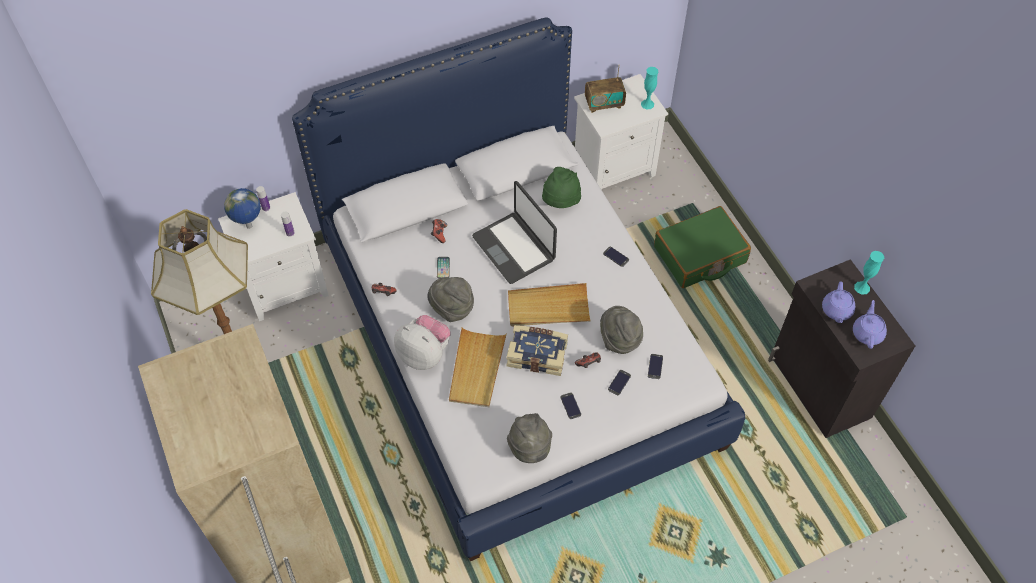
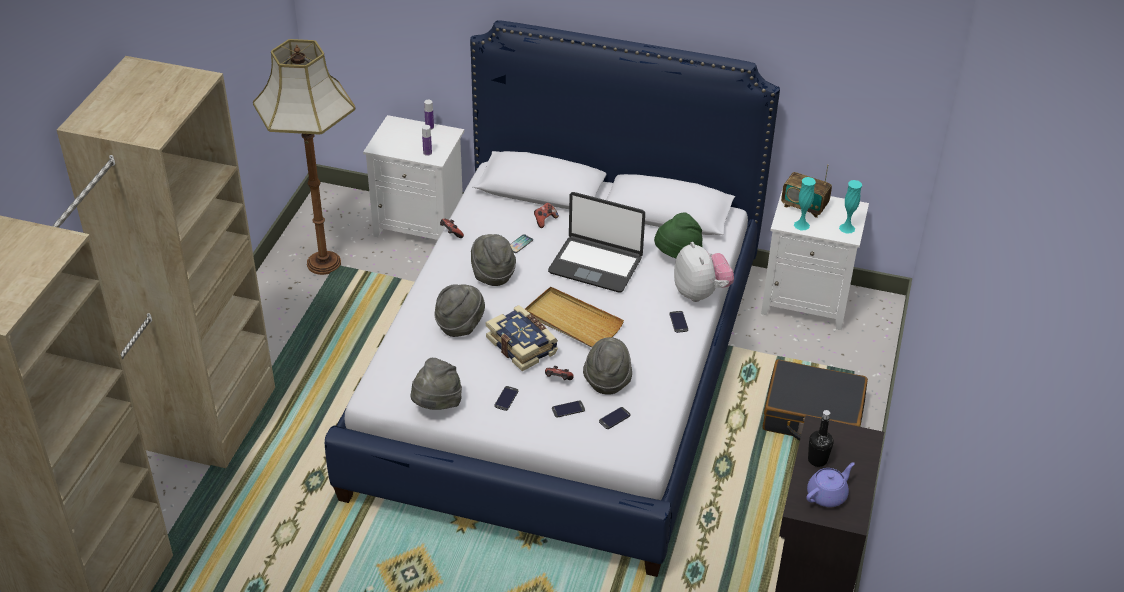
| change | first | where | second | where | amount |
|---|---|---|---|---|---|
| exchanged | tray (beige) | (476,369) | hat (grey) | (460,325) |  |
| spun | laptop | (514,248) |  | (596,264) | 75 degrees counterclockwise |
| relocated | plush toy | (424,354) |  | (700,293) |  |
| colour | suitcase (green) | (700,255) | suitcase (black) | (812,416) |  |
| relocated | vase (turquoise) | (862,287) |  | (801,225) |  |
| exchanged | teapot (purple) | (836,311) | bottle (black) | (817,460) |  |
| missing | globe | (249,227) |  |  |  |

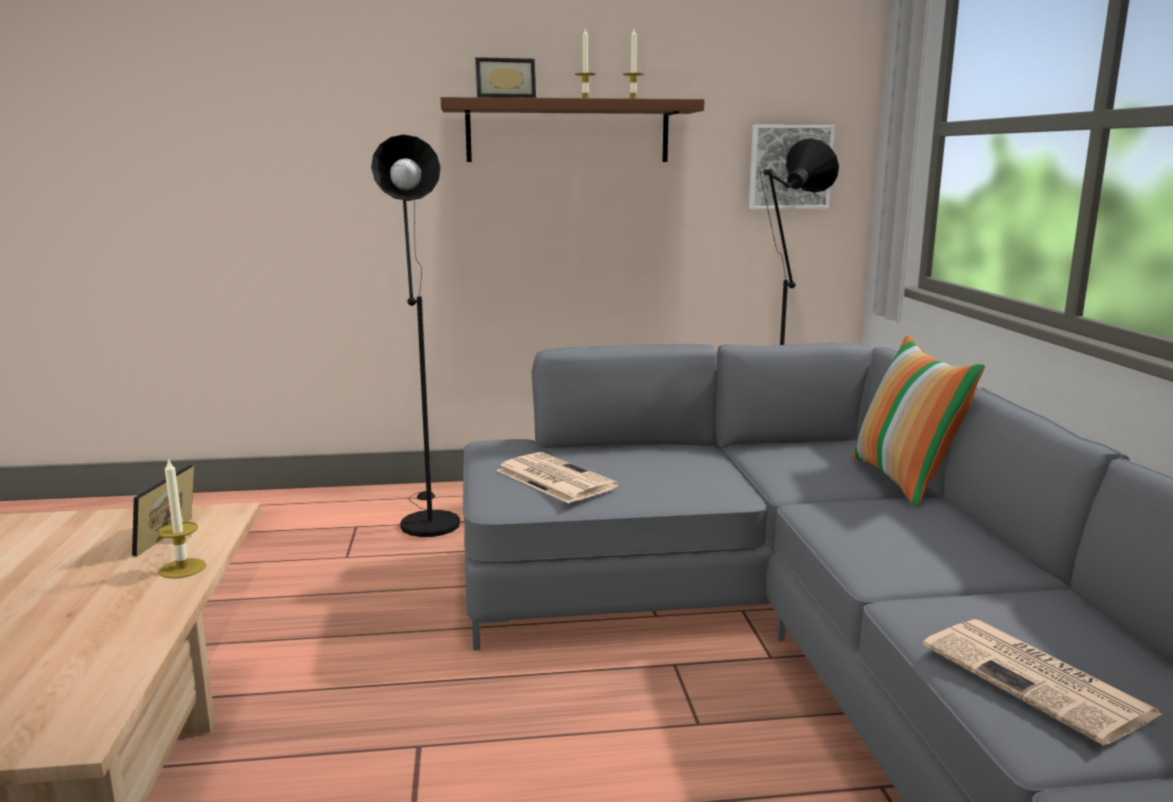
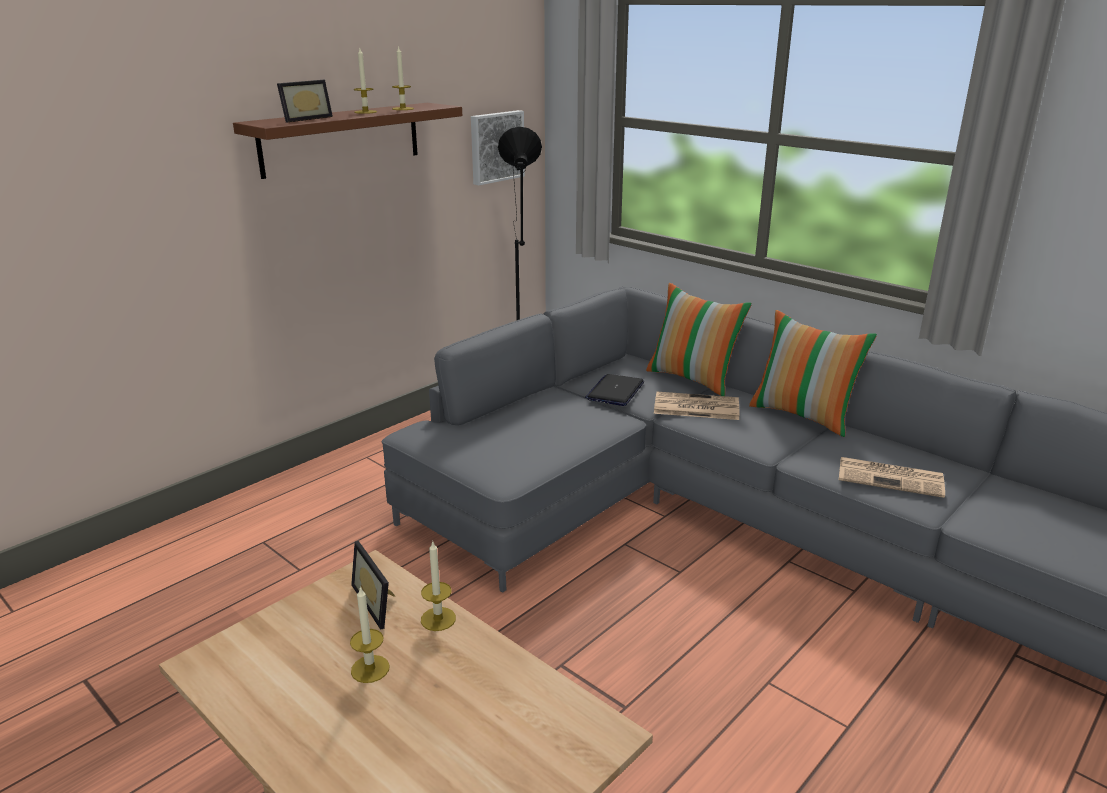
| change | first | where | second | where | amount |
|---|---|---|---|---|---|
| appeared |  |  | candle | (370,669) |  |
| appeared |  |  | laptop | (615,391) |  |
| relocated | newspaper | (553,478) |  | (695,407) |  |
| appeared |  |  | pillow | (803,415) |  |
| missing | floor lamp (black) | (427,520) |  |  |  |

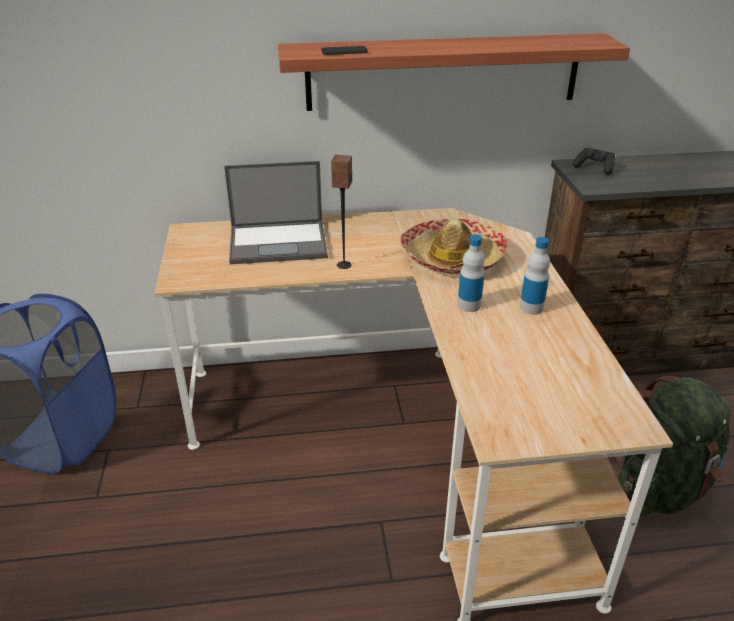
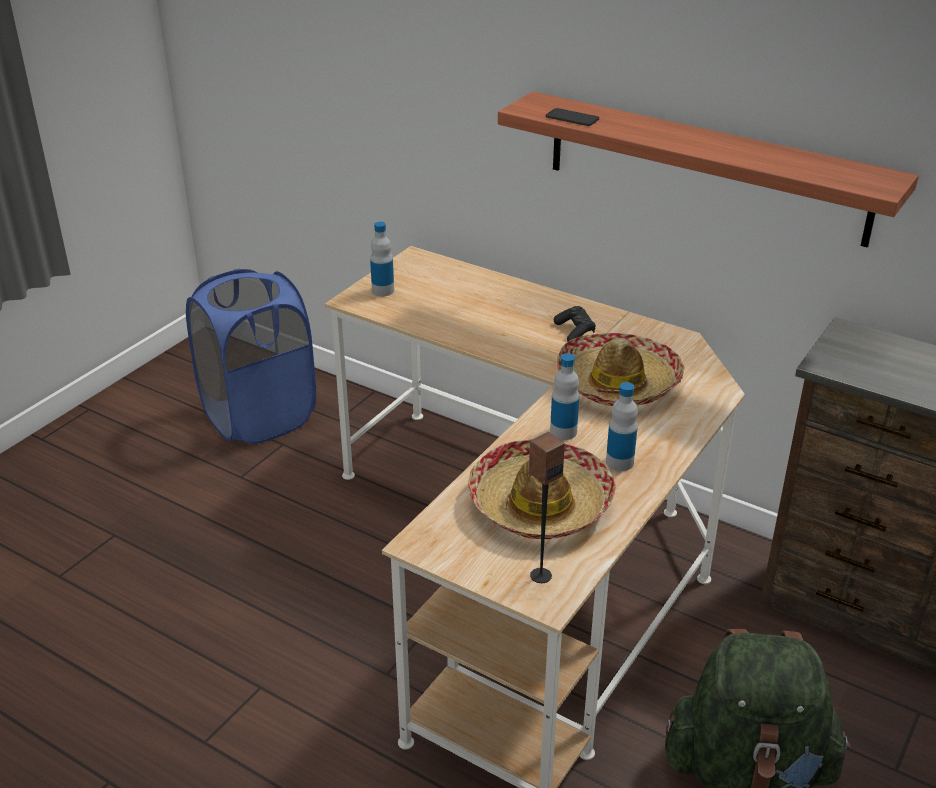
| change | first | where | second | where | amount |
|---|---|---|---|---|---|
| appeared |  |  | bottle | (383,290) |  |
| appeared |  |  | hat | (540,503) |  |
| relocated | speaker | (343,265) |  | (540,575) |  |
| relocated | game controller (black) | (594,167) |  | (575,332) |  |
| missing | laptop | (279,242) |  |  |  |

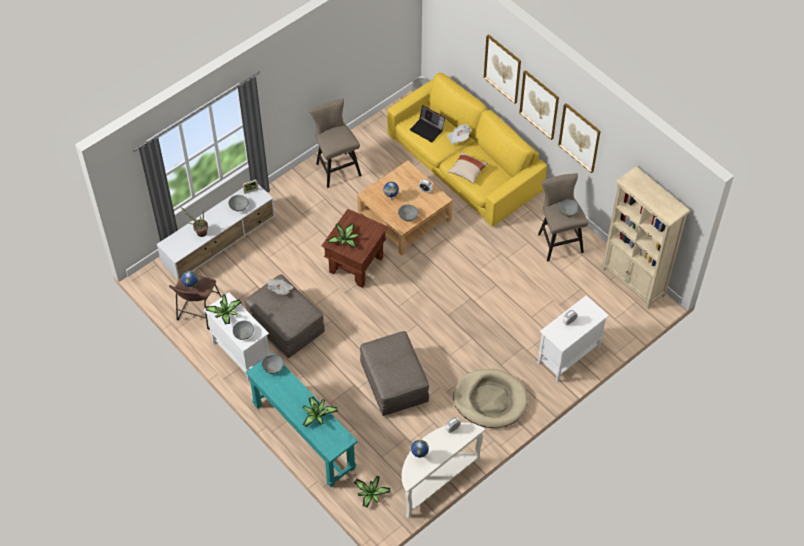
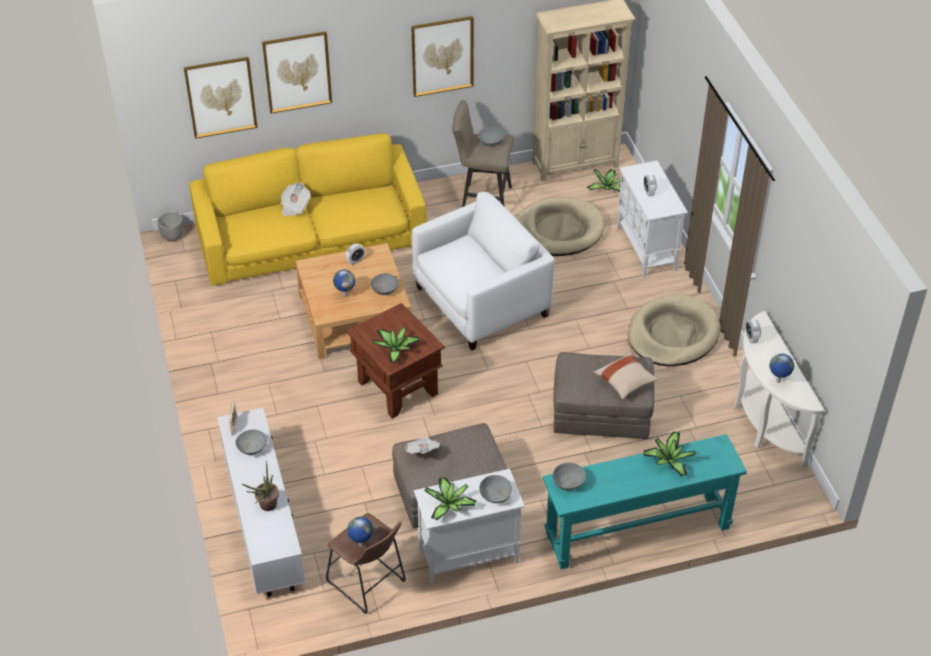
| change | first | where | second | where | amount |
|---|---|---|---|---|---|
| relocated | picture | (539,104) |  | (221,97) |  |
| appeared |  |  | armchair (white) | (481,302) |  |
| appeared |  |  | dog bed (beige) | (558,230) |  |
| relocated | potted plant | (371,494) |  | (607,188) |  |
| relocated | pillow (beige) | (467,171) |  | (625,382) |  |
| missing | stool (beige) | (336,167) |  |  |  |
| missing | laptop | (427,129) |  |  |  |

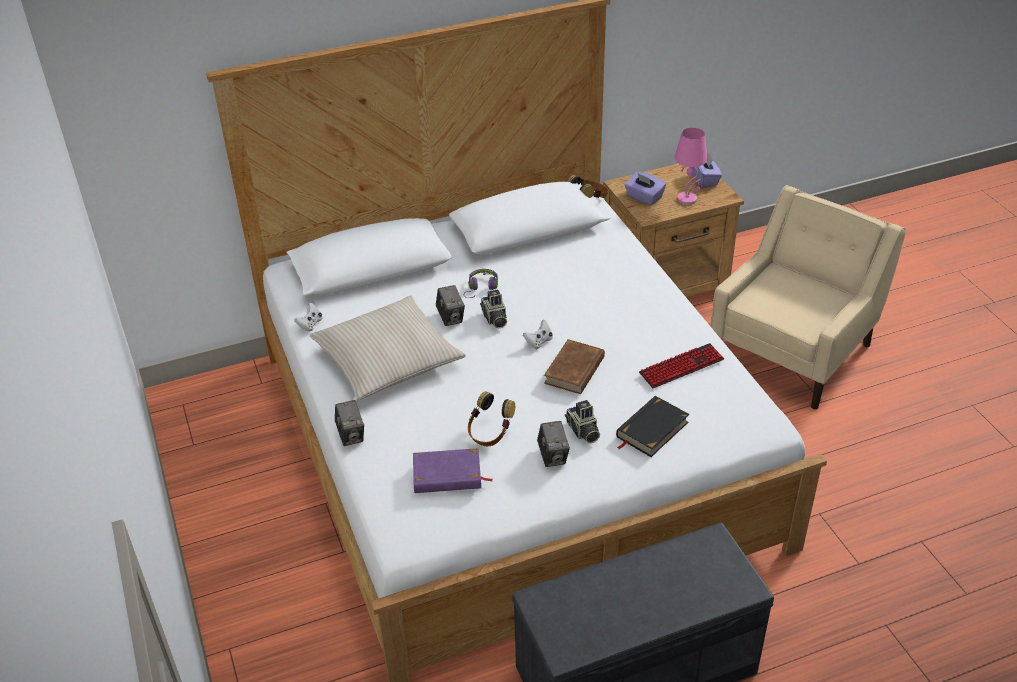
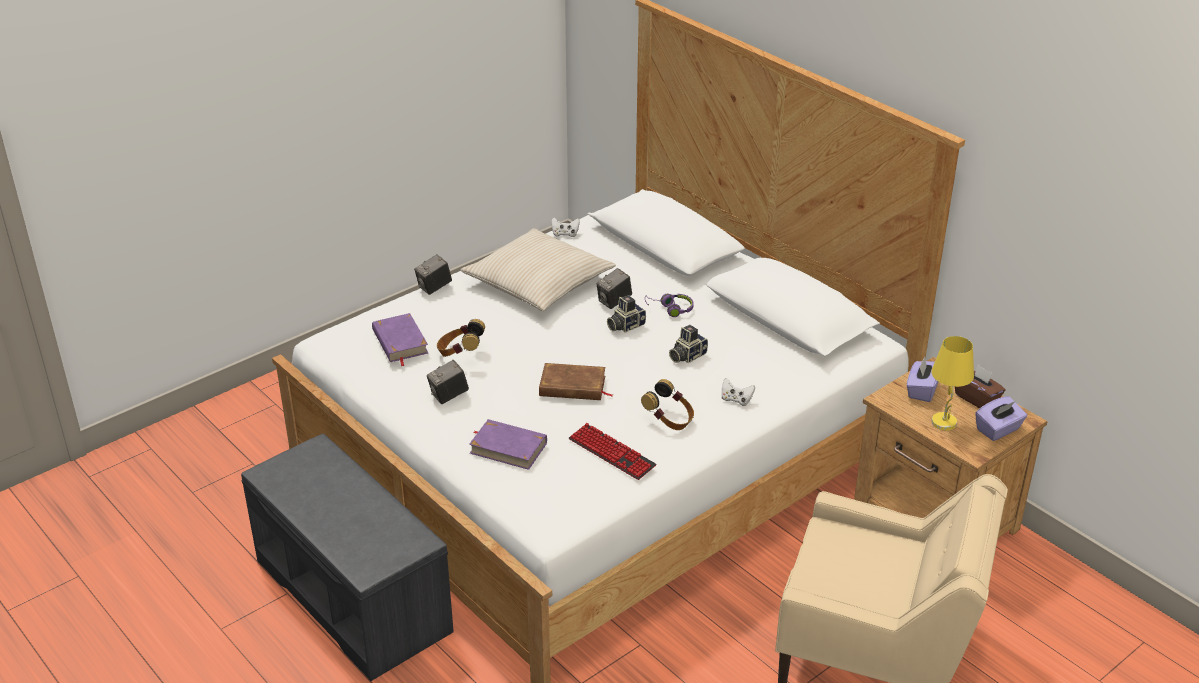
| change | first | where | second | where | amount |
|---|---|---|---|---|---|
| colour | book (black) | (651,429) | book (purple) | (508,448) |  |
| relocated | headphones | (589,199) |  | (669,420) |  |
| relocated | photo camera | (582,431) |  | (686,356) |  |
| relocated | game controller (white) | (539,342) |  | (736,400) |  |
| colour | table lamp (pink) | (687,199) | table lamp (yellow) | (944,423) |  |
| appeared |  |  | tissue box (brown) | (976,398) |  |

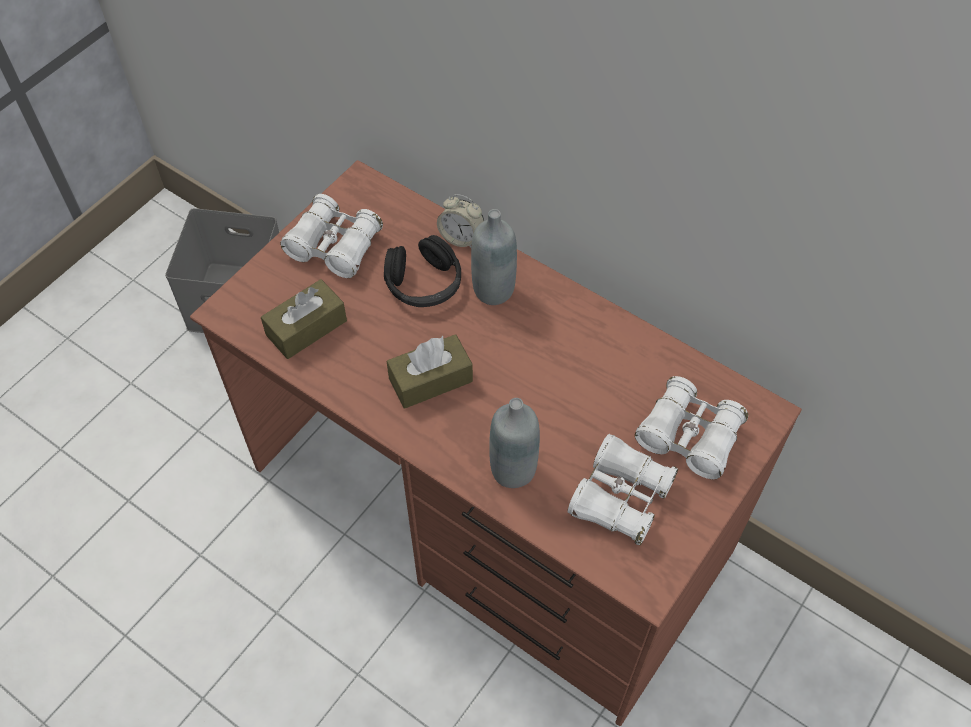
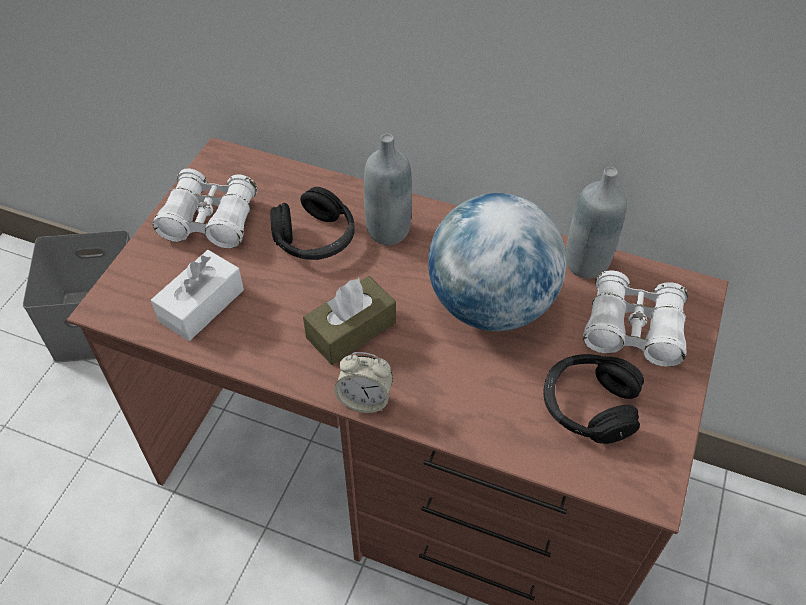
| change | first | where | second | where | amount |
|---|---|---|---|---|---|
| colour | tissue box (brown) | (306,328) | tissue box (white) | (201,305) |  |
| relocated | alarm clock | (461,237) |  | (365,399) |  |
| appeared |  |  | globe | (490,305) |  |
| exchanged | binoculars (white) | (620,497) | headphones (black) | (588,405) |  |
| relocated | bottle (grey) | (513,470) |  | (586,263) |  |

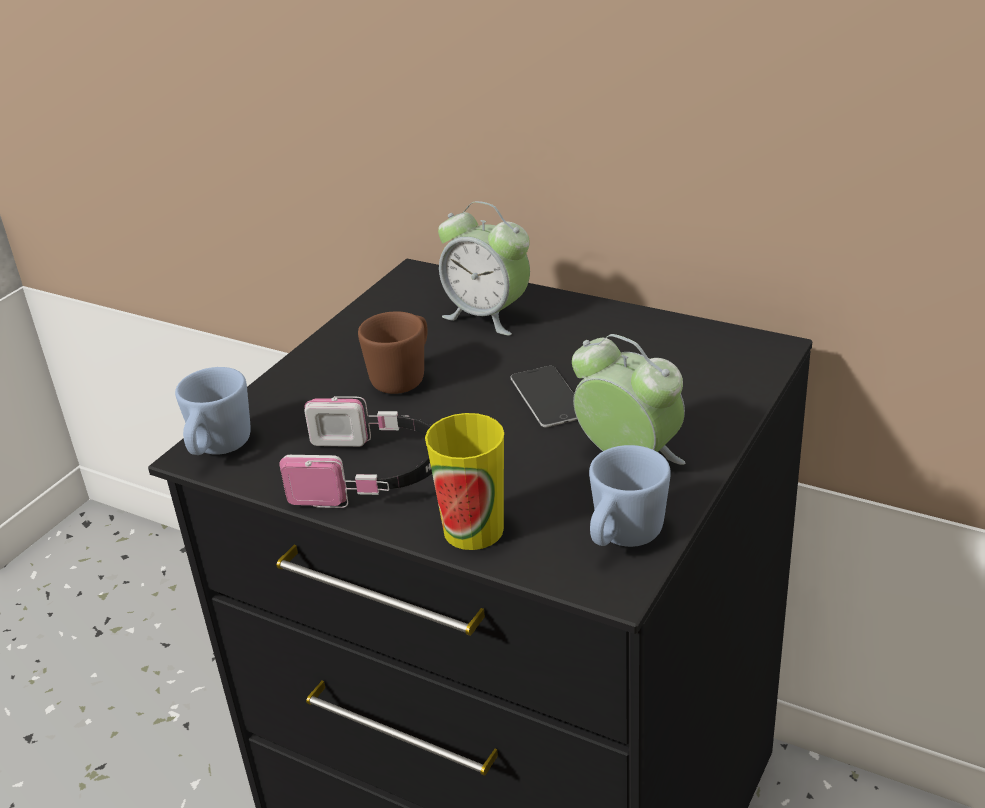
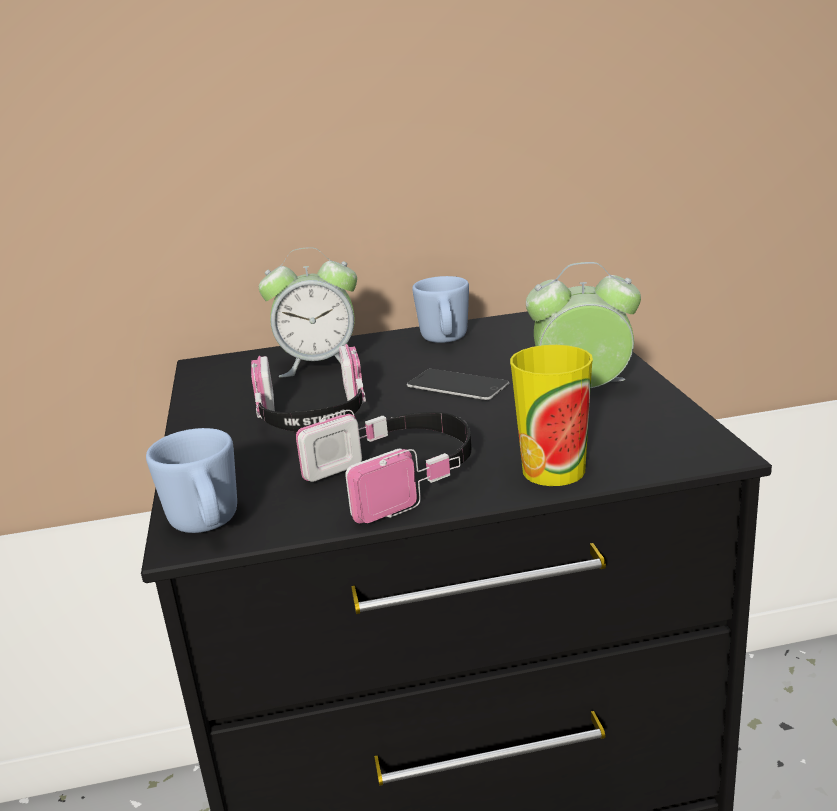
| change | first | where | second | where | amount |
|---|---|---|---|---|---|
| exchanged | mug (brown) | (404,377) | headphones | (313,417) |  |
| relocated | mug (blue) | (622,538) |  | (445,340) |  |

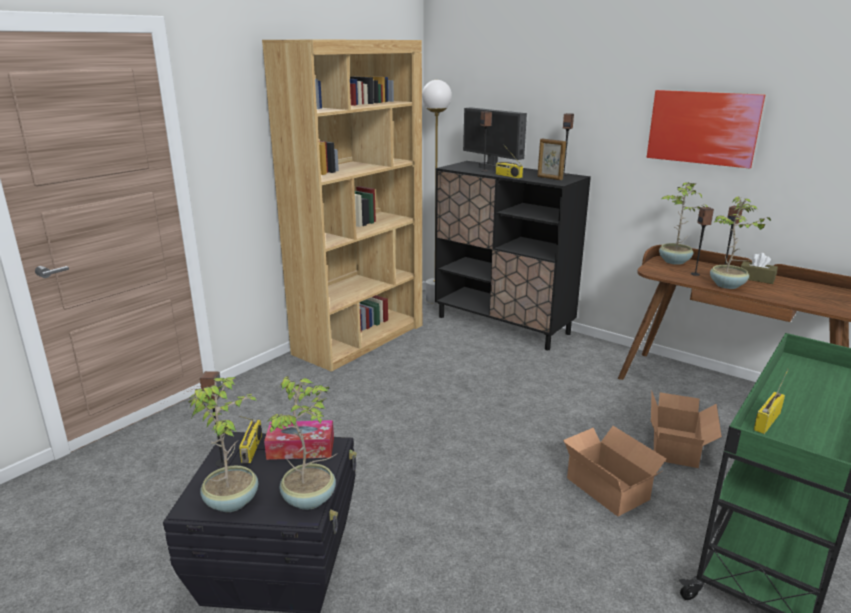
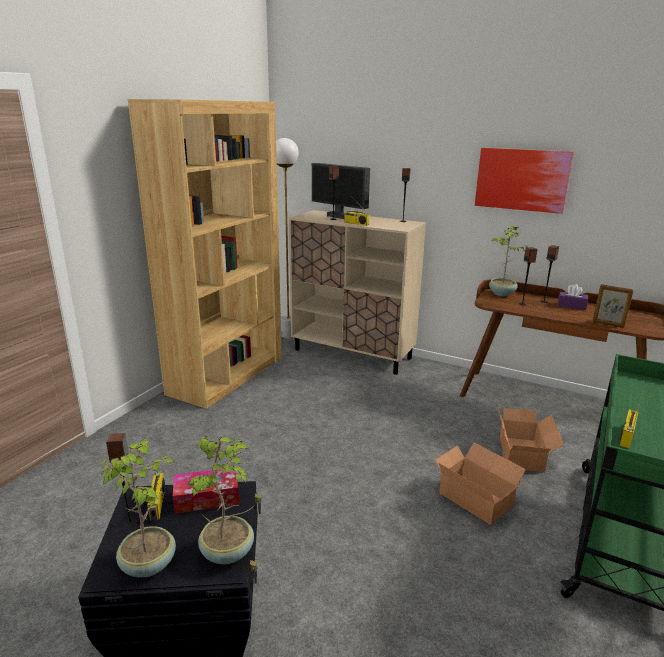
| change | first | where | second | where | amount |
|---|---|---|---|---|---|
| colour | cabinet (black) | (503,325) | cabinet (beige) | (353,354) |  |
| colour | tissue box (brown) | (756,278) | tissue box (purple) | (571,306) |  |
| relocated | picture frame | (549,178) |  | (608,324) |  |
| missing | potted plant | (728,285) |  |  |  |

